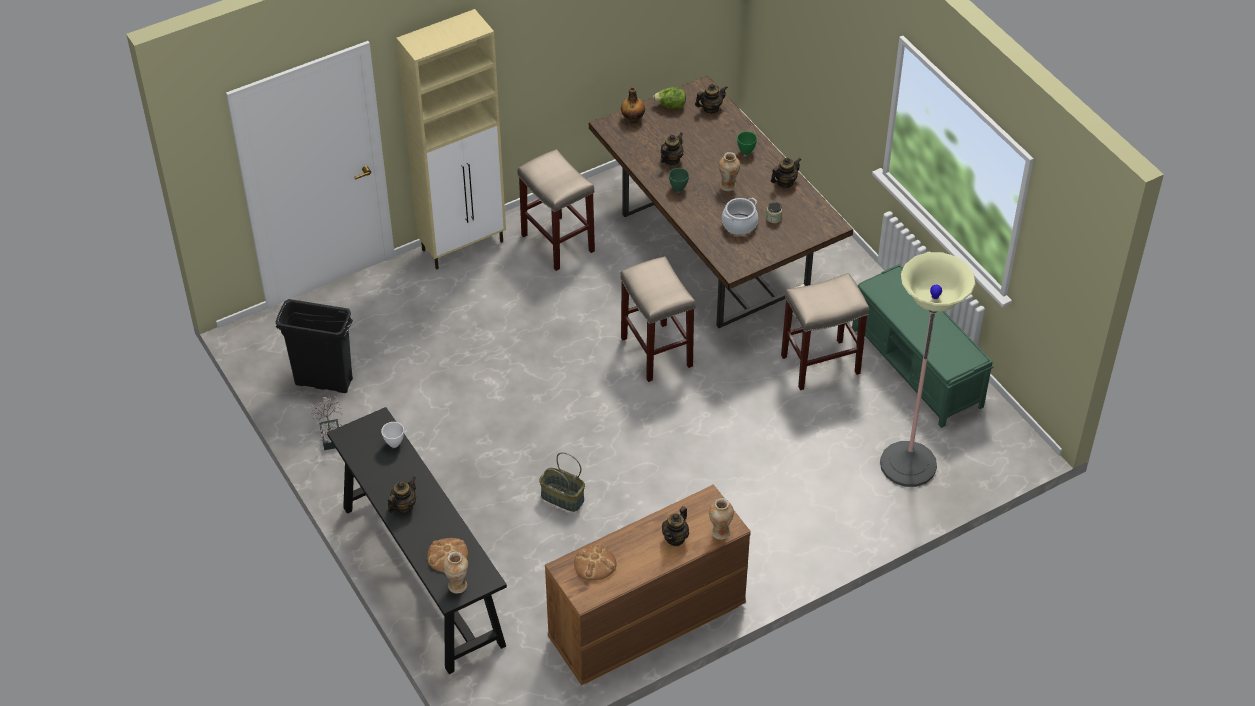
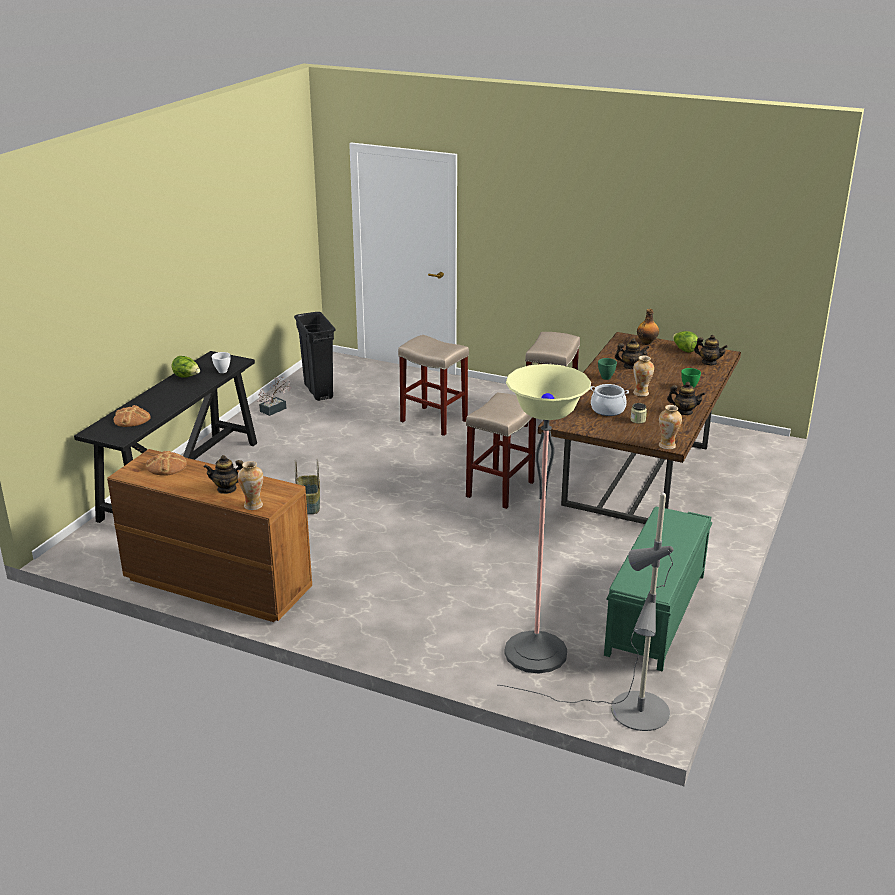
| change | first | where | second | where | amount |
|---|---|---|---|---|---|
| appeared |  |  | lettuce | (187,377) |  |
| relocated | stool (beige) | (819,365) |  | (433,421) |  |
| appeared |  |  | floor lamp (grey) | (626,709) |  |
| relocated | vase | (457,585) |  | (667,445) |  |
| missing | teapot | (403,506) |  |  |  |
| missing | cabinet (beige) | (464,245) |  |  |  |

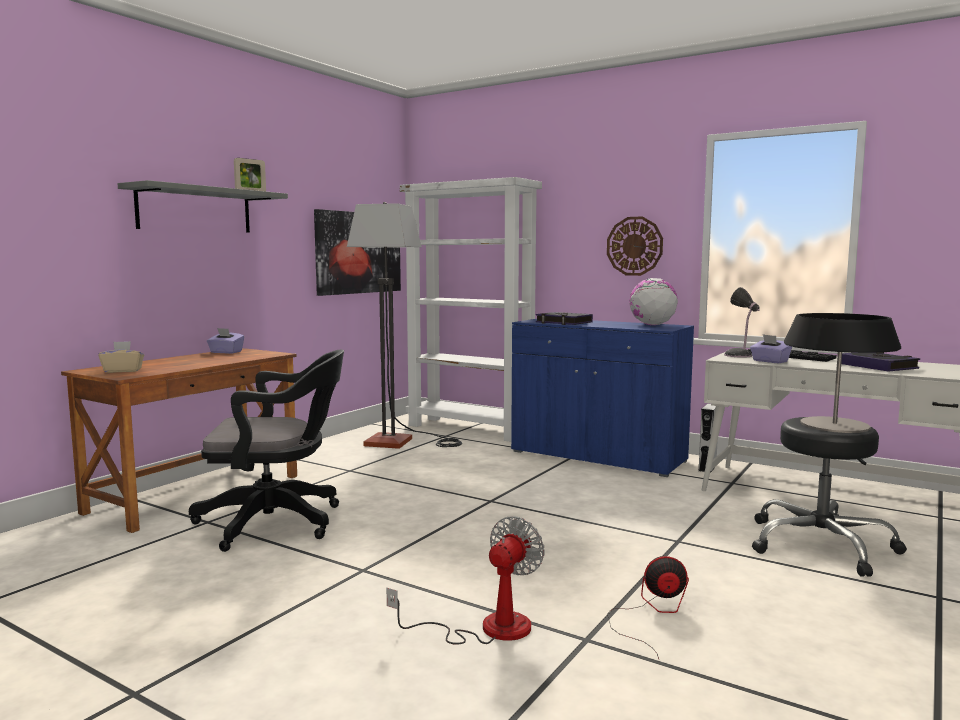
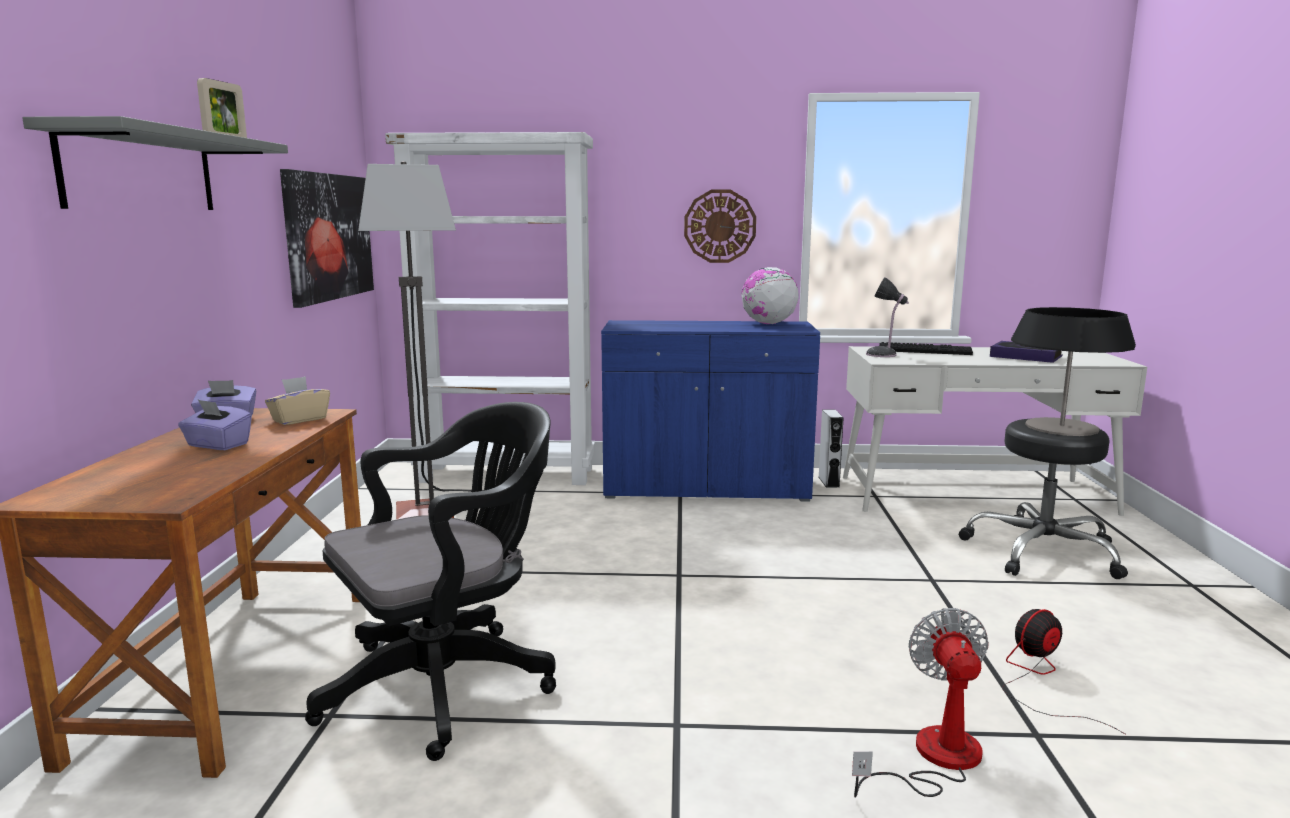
| change | first | where | second | where | amount |
|---|---|---|---|---|---|
| relocated | tissue box (purple) | (769,361) |  | (217,445) |  |
| relocated | tissue box (beige) | (123,371) |  | (299,419) |  |
| missing | book | (563,322) |  |  |  |

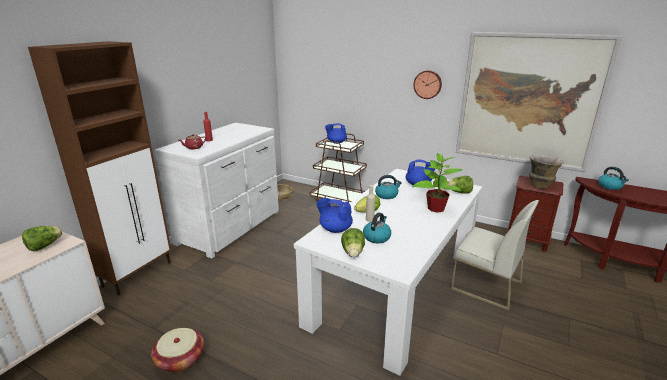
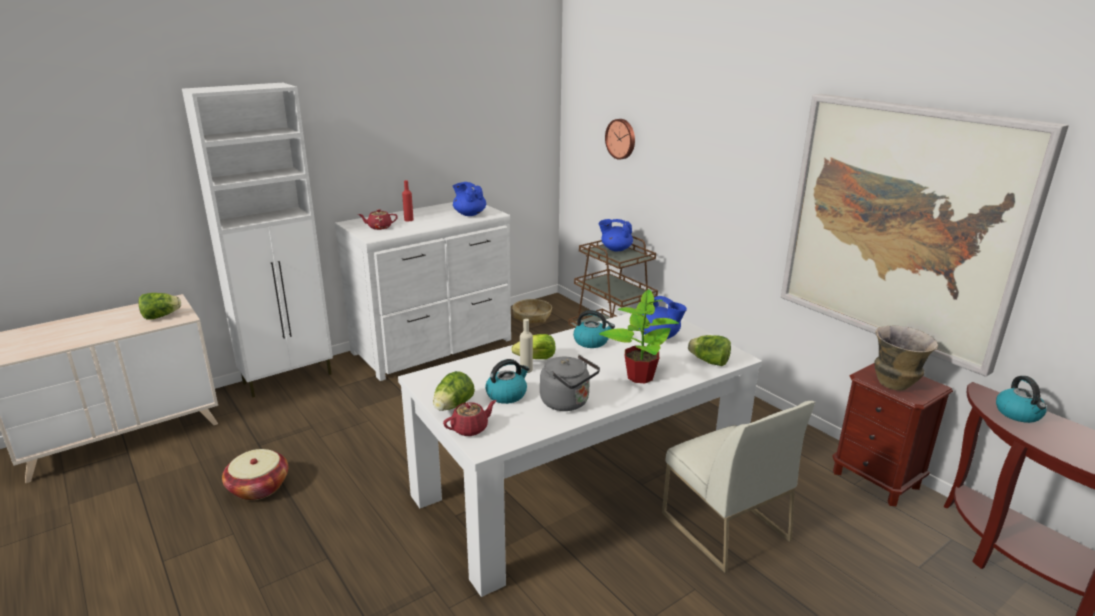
| change | first | where | second | where | amount |
|---|---|---|---|---|---|
| colour | cabinet (brown) | (138,274) | cabinet (white) | (289,378) |  |
| appeared |  |  | teapot (red) | (470,428) |  |
| relocated | teapot (blue) | (335,229) |  | (469,214) |  |
| appeared |  |  | kettle (grey) | (567,403) |  |
| relocated | wall clock | (427,84) |  | (621,139) |  |

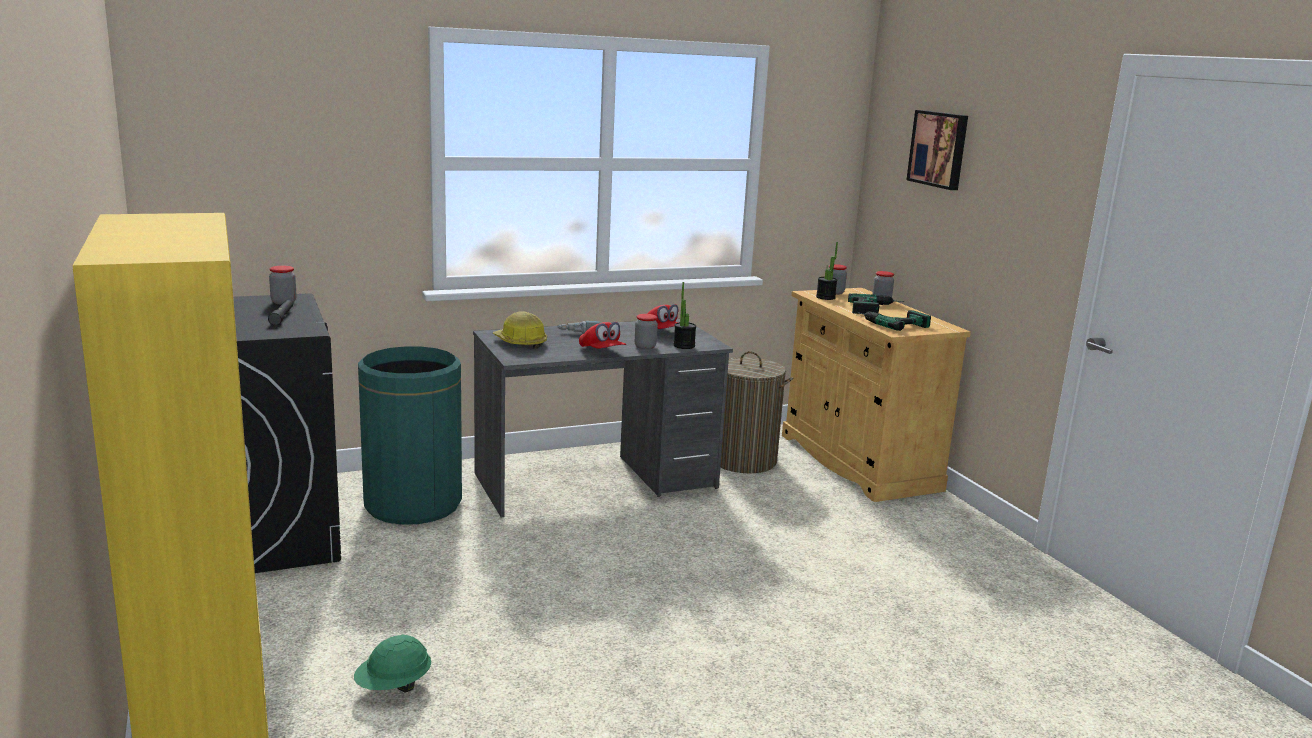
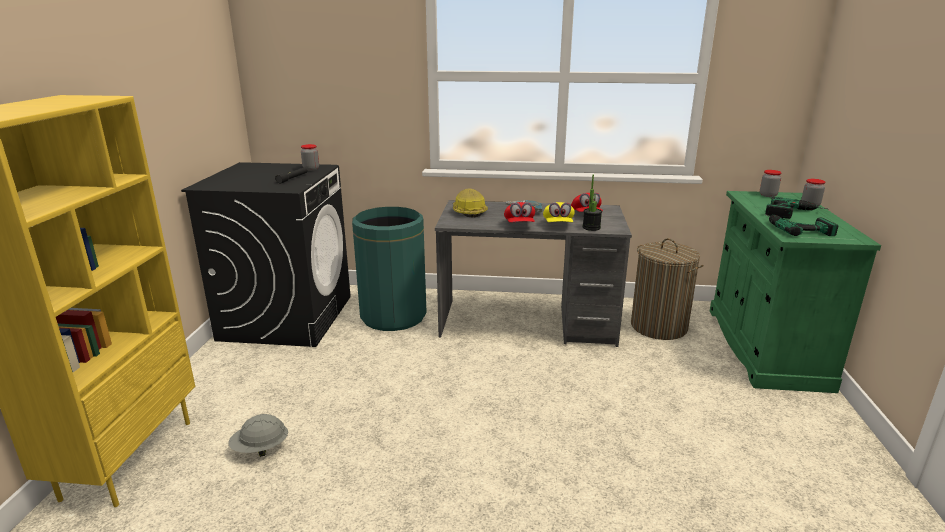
| change | first | where | second | where | amount |
|---|---|---|---|---|---|
| colour | hard hat (green) | (394,687) | hard hat (grey) | (260,449) |  |
| exchanged | jar | (645,347) | cap (yellow) | (558,225) |  |
| colour | cabinet (beige) | (858,462) | cabinet (green) | (765,347) |  |
| missing | potted plant | (825,297) |  |  |  |
| missing | picture | (939,149) |  |  |  |

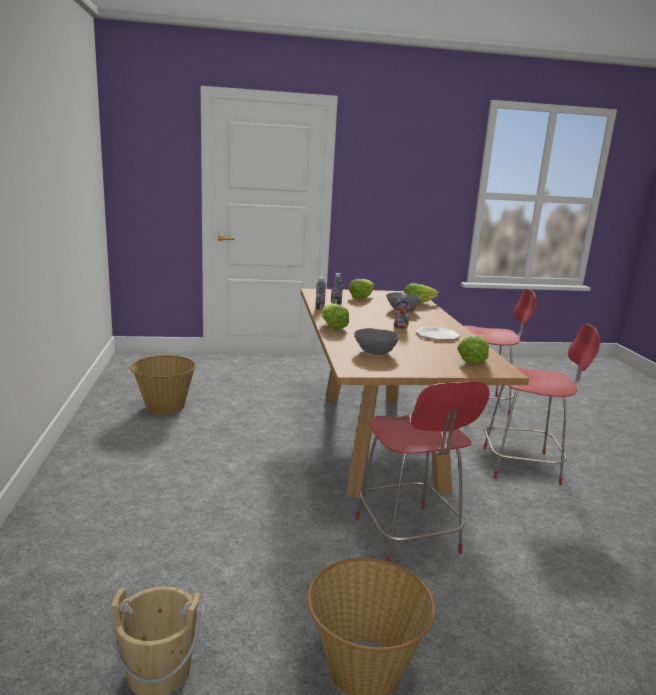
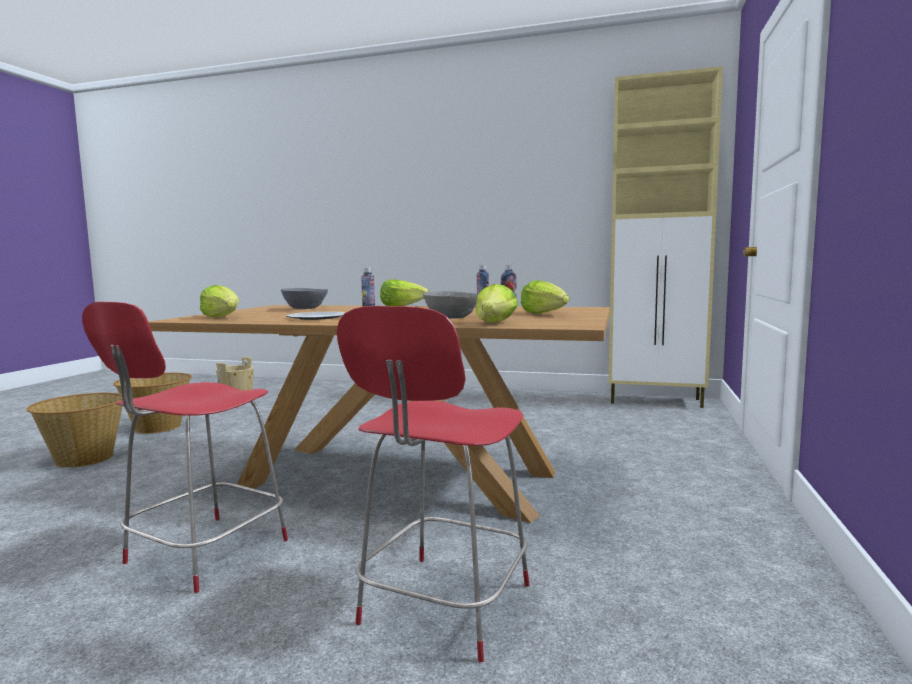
| change | first | where | second | where | amount |
|---|---|---|---|---|---|
| relocated | basket | (165,407) |  | (84,458) |  |
| appeared |  |  | cabinet (beige) | (656,401) |  |
| missing | chair (red) | (408,538) |  |  |  |

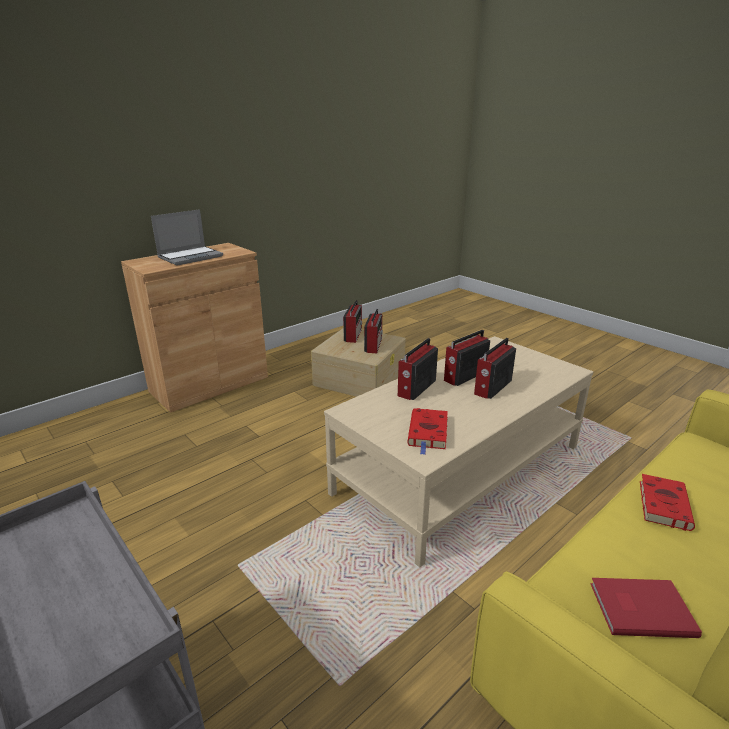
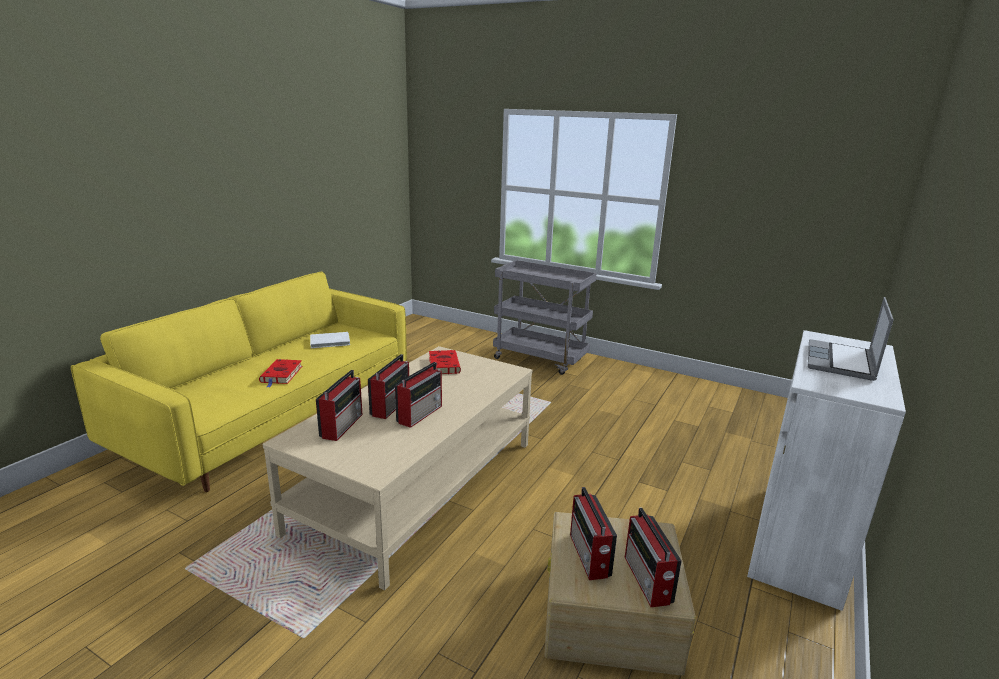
| change | first | where | second | where | amount |
|---|---|---|---|---|---|
| colour | book (red) | (639,607) | book (white) | (330,342) |  |
| relocated | radio | (416,388) |  | (342,425) |  |
| colour | cabinet (brown) | (209,384) | cabinet (white) | (799,542) |  |

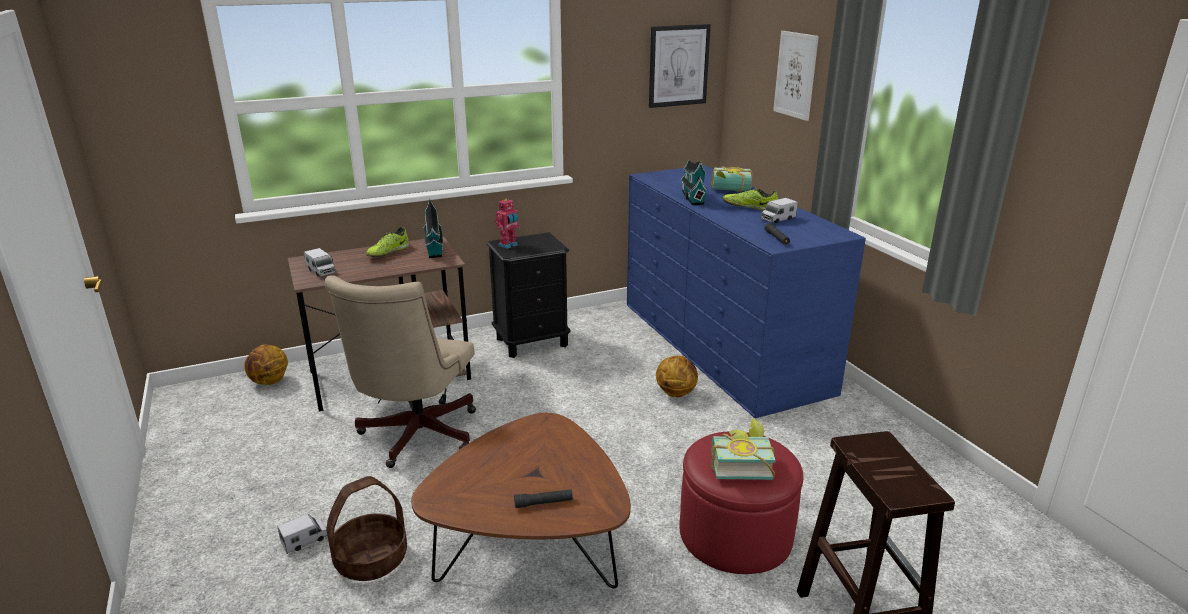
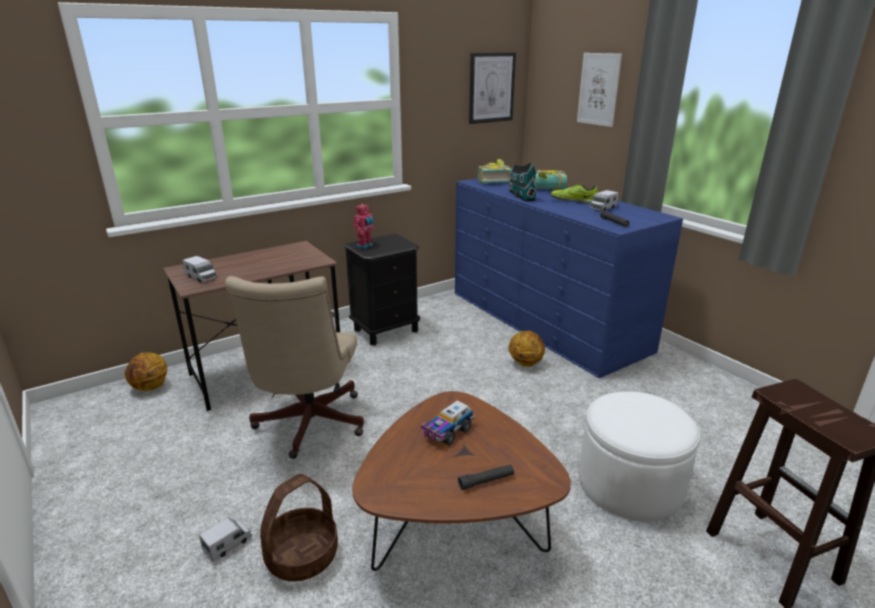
| change | first | where | second | where | amount |
|---|---|---|---|---|---|
| appeared |  |  | toy truck | (447,432) |  |
| relocated | book | (740,464) |  | (493,181) |  |
| colour | ottoman (red) | (736,534) | ottoman (white) | (630,484) |  |
| missing | shoe | (388,252) |  |  |  |
| missing | toy house | (434,249) |  |  |  |

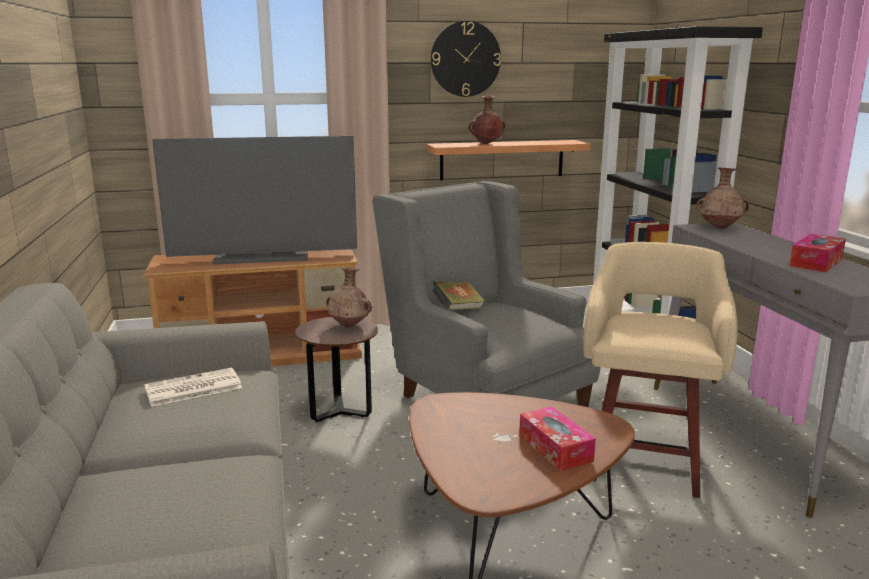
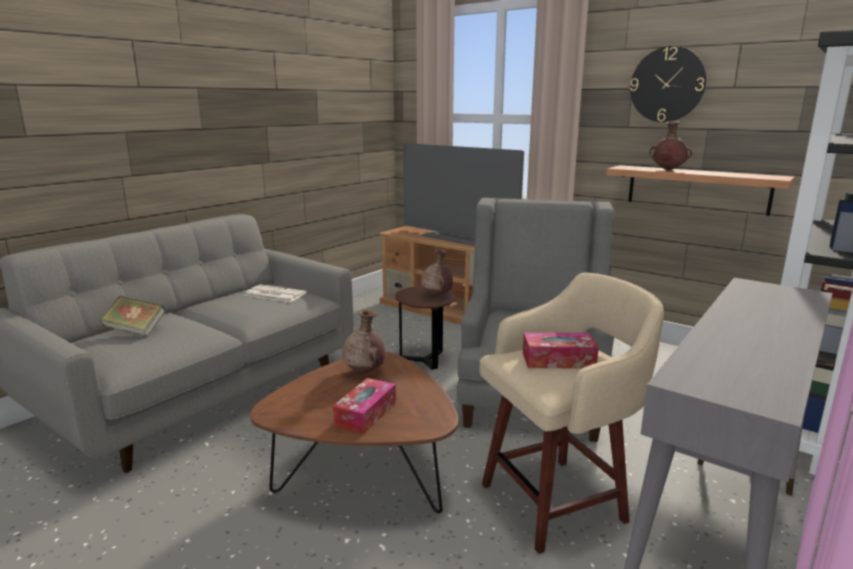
| change | first | where | second | where | amount |
|---|---|---|---|---|---|
| relocated | book | (458,310) |  | (135,331) |  |
| relocated | vase (brown) | (720,227) |  | (364,372) |  |
| relocated | tissue box | (816,262) |  | (558,360) |  |

